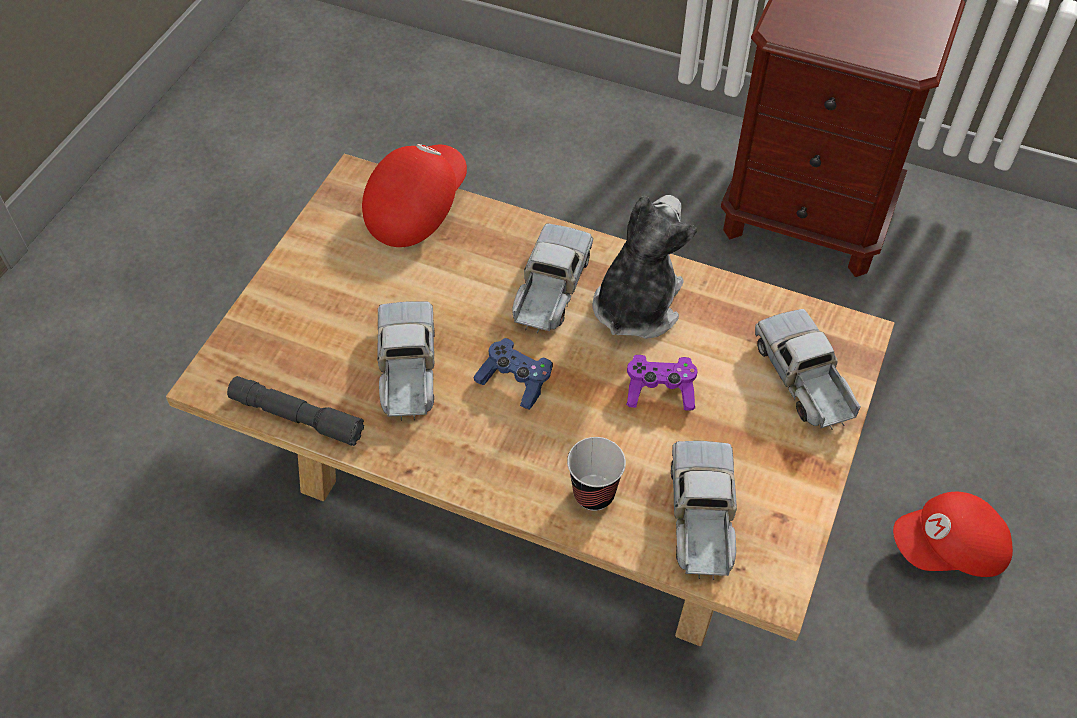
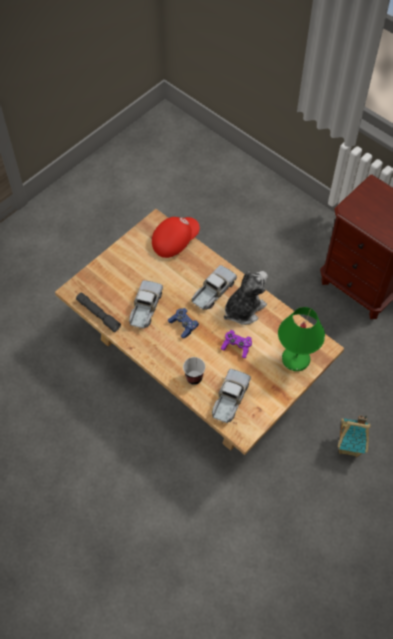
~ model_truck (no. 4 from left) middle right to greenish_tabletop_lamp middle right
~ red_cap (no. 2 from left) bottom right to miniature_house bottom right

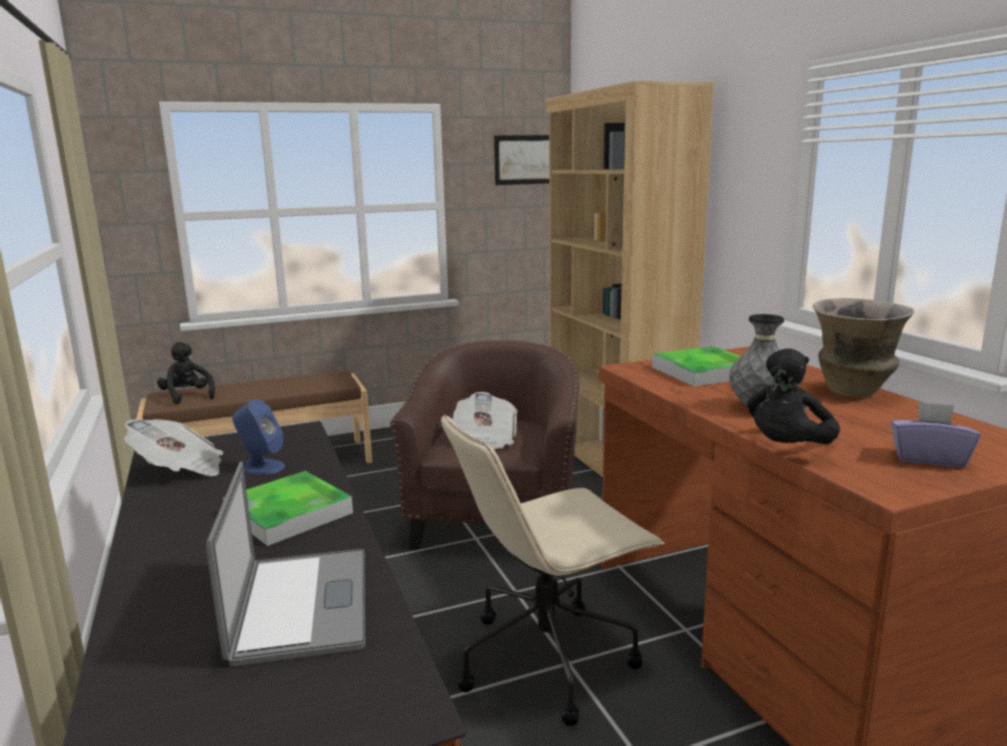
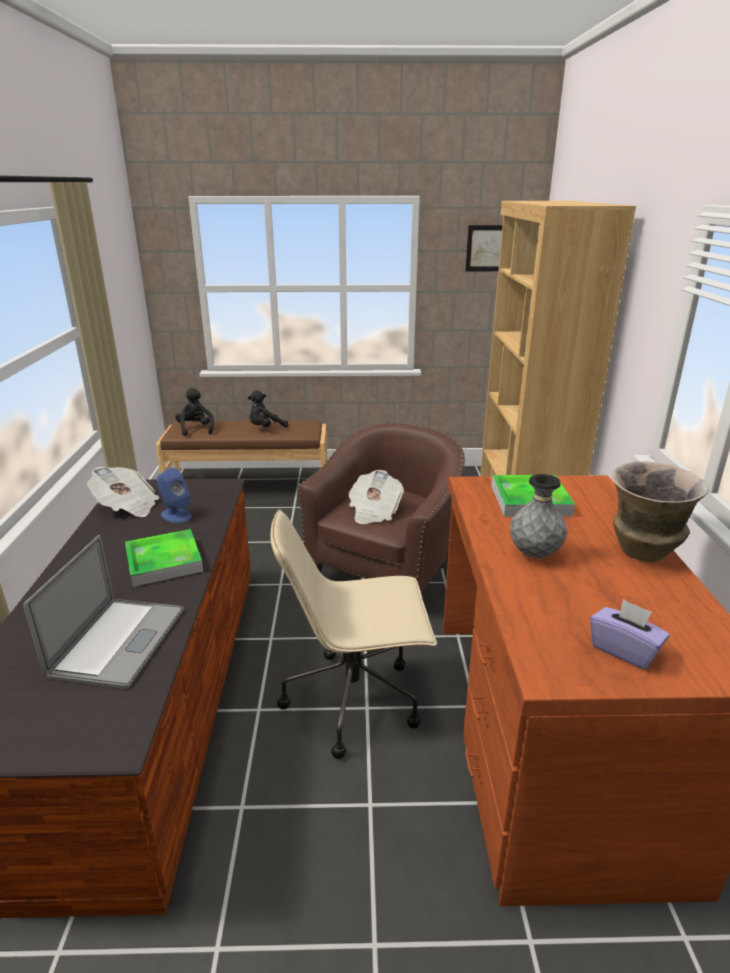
~ black_plush_toy (no. 2 from left) middle right to centre

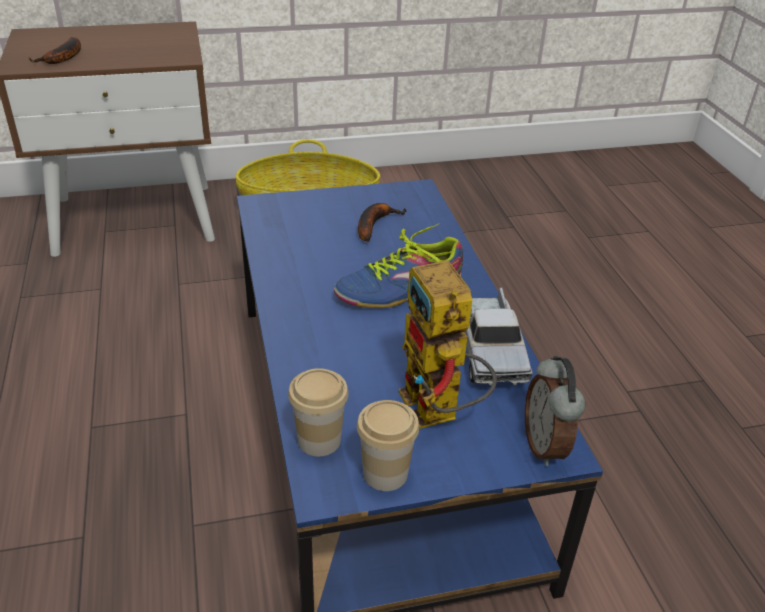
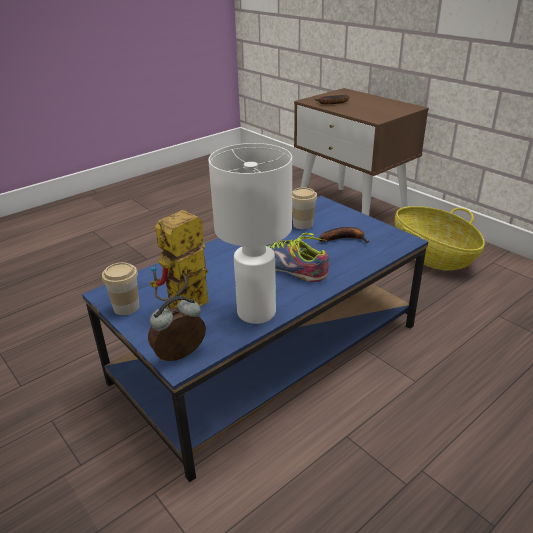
~ model_truck centre to whitish_tabletop_lamp centre
~ small_cup (no. 1 from left in the first image) bottom centre to small_cup (no. 2 from left) centre

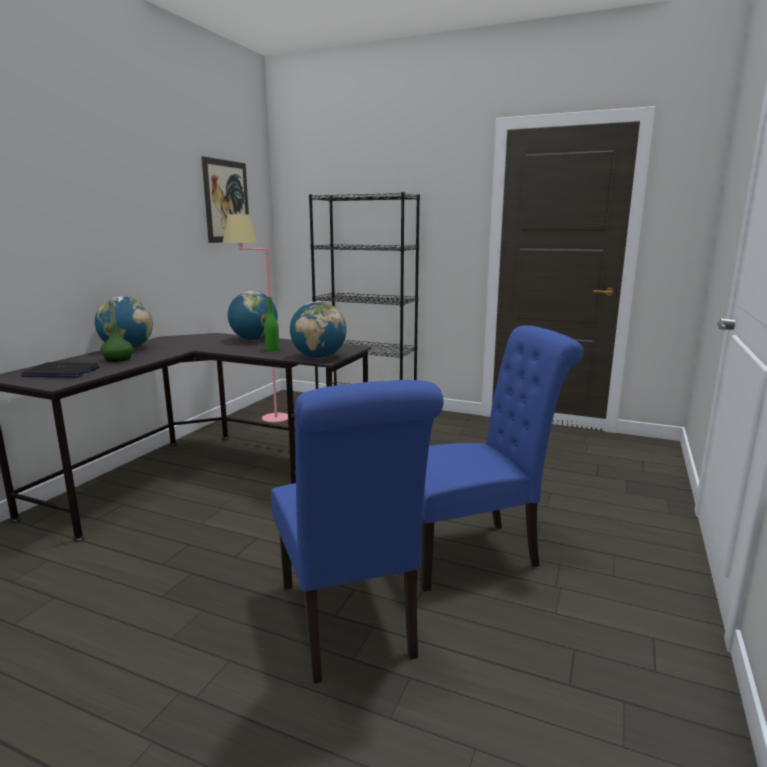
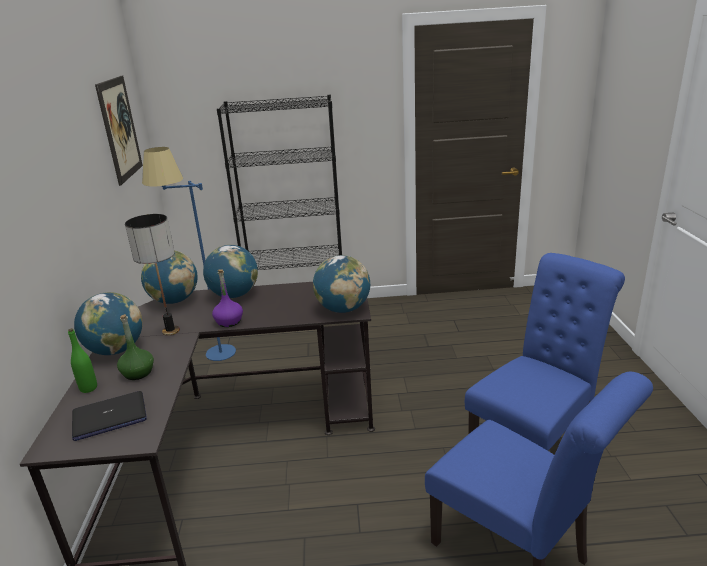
~ pink-coloured_standard_lamp middle left to blue_standard_lamp middle left
~ greenish_bottle (no. 2 from left in the first image) centre to greenish_bottle (no. 1 from left) middle left
+ tabletop_lamp middle left
+ desk_globe (no. 2 from left) middle left
+ purple-coloured_bottle middle left

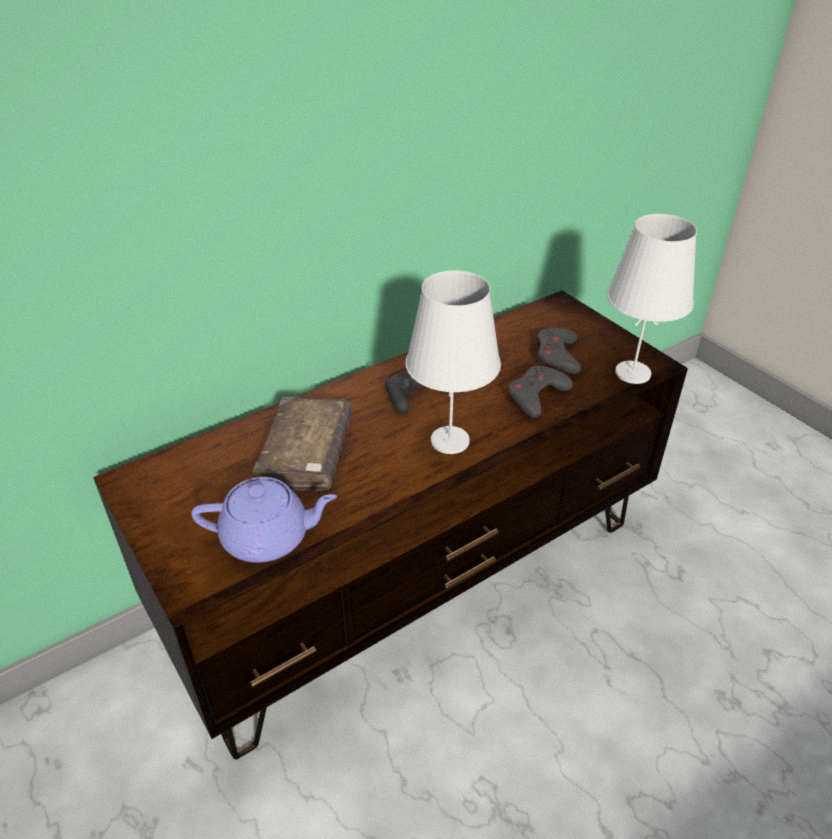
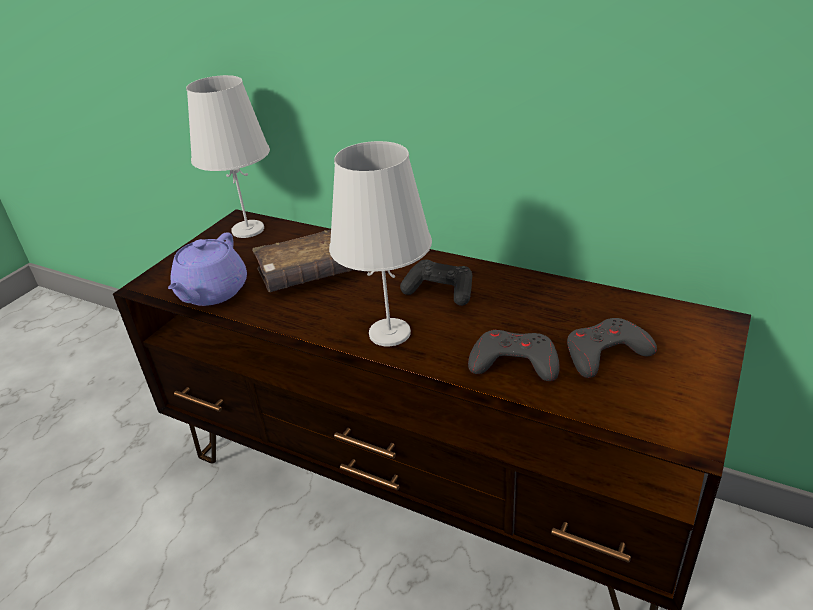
~ whitish_tabletop_lamp (no. 2 from left in the first image) middle right to whitish_tabletop_lamp (no. 1 from left) top left
~ purple-coloured_teapot middle left = middle left 45 degrees clockwise

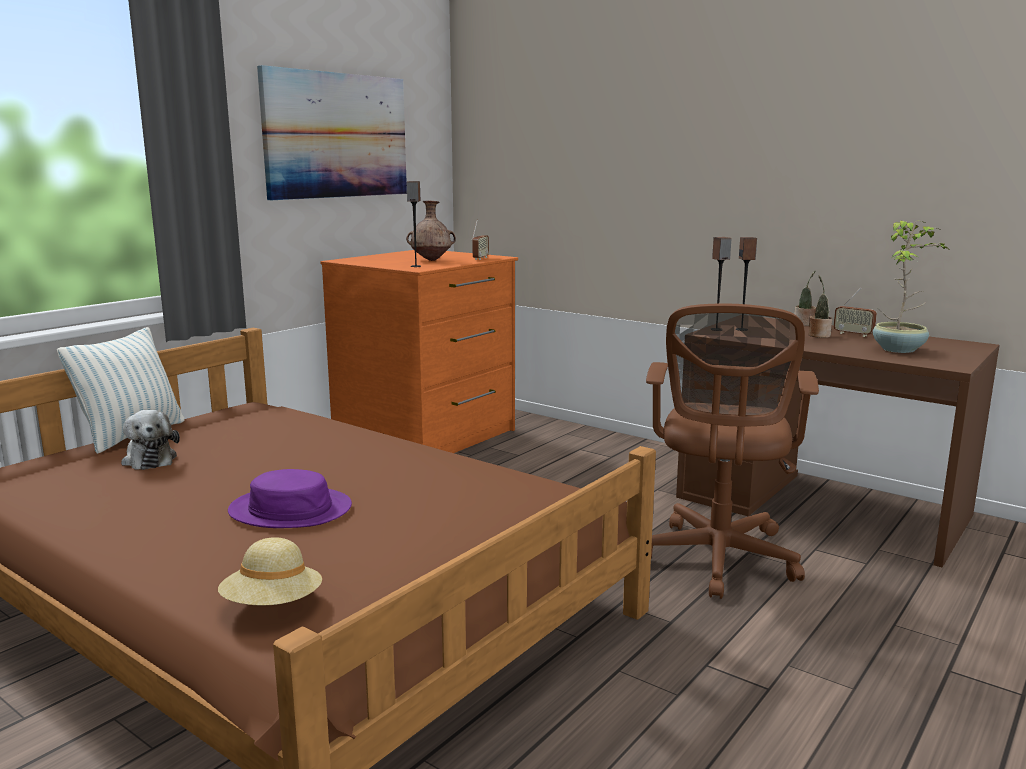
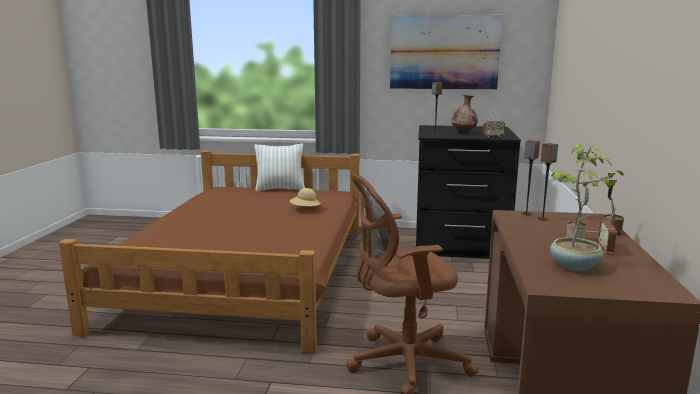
~ orange-coloured_dresser centre to black_dresser middle right
- plush_toy middle left
- purple-coloured_clothing_hat middle left
~ sand-coloured_clothing_hat bottom left to centre

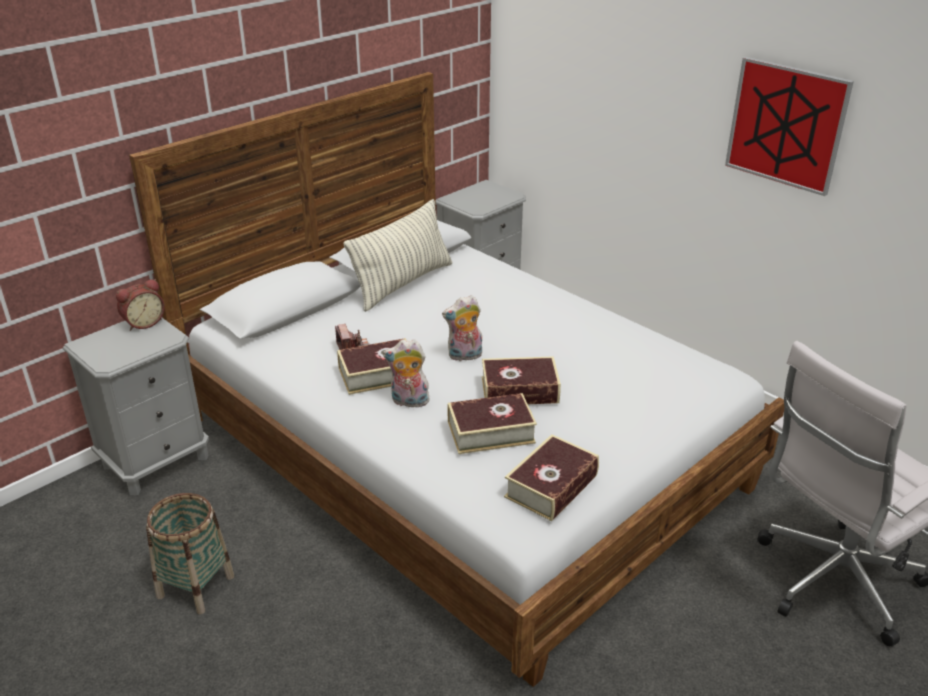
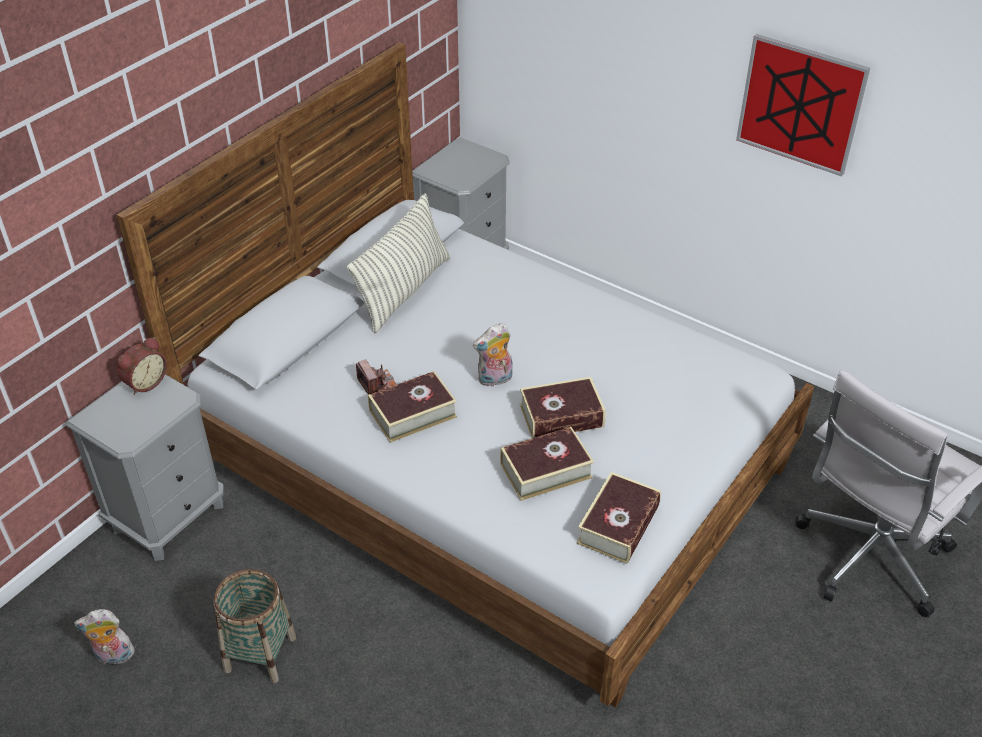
~ plush_toy (no. 1 from left) centre to bottom left

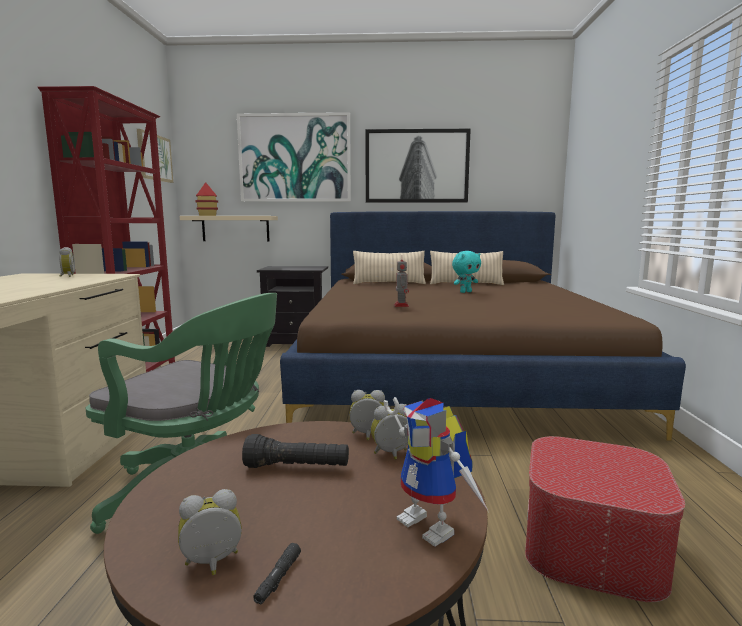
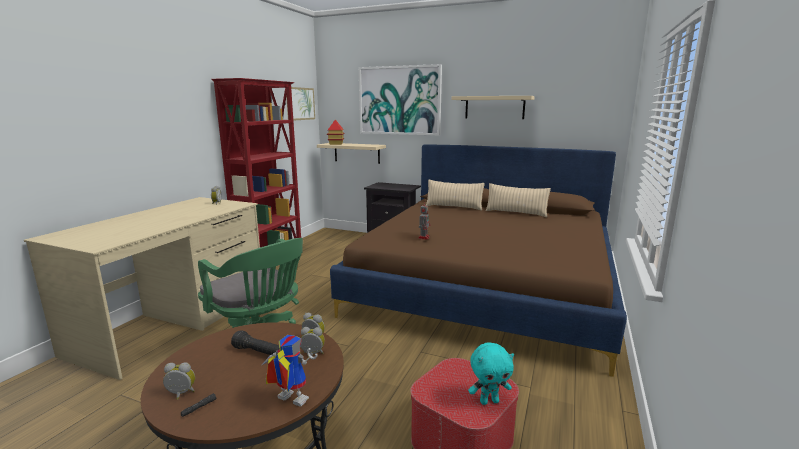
~ picture (no. 3 from left) top centre to sand-coloured_bracket_shelf (no. 2 from left) top centre
~ blue-green_plush_toy centre to bottom centre
~ robot_figure (no. 2 from left in the first image) bottom centre = bottom centre 135 degrees clockwise

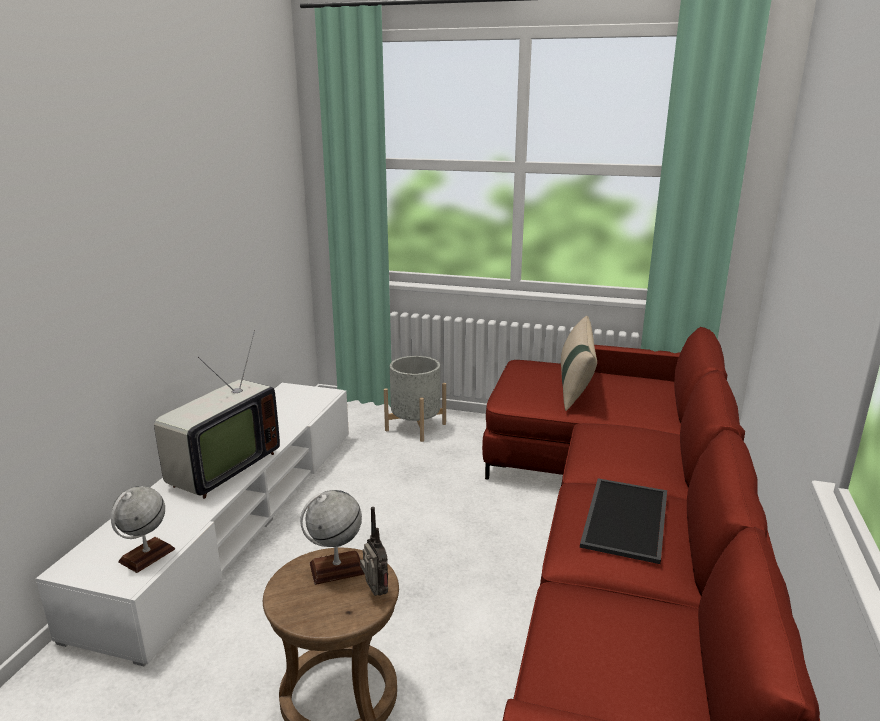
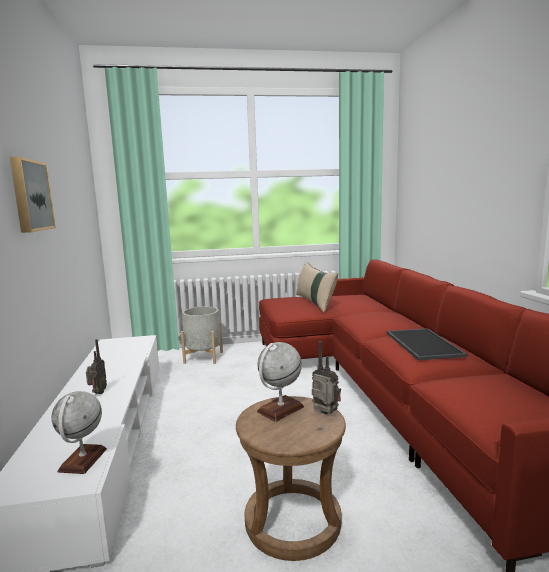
~ television middle left to radio_receiver (no. 1 from left) middle left
+ picture middle left

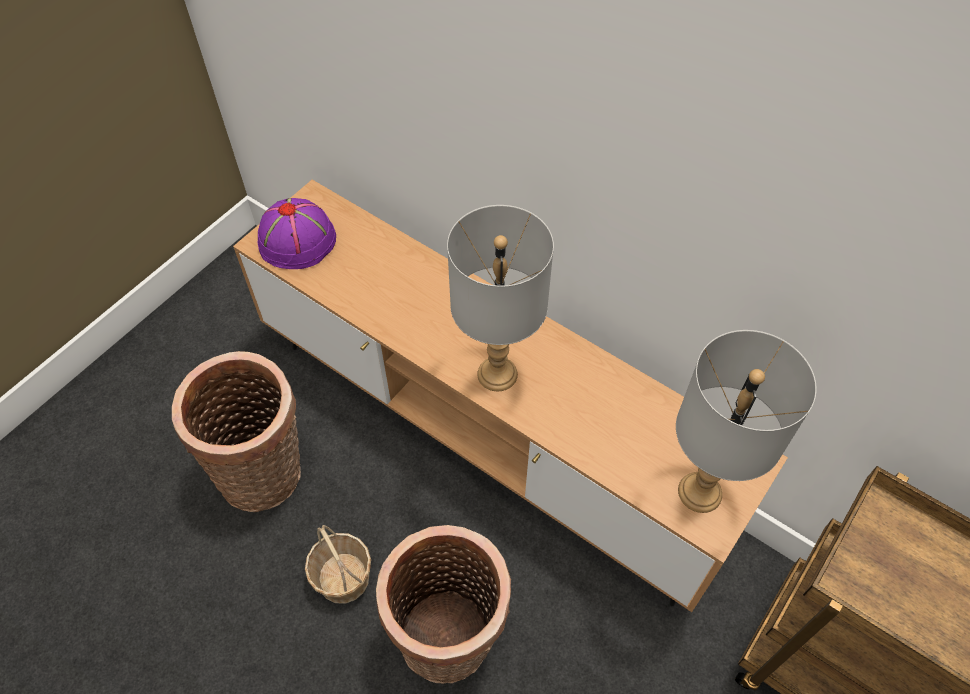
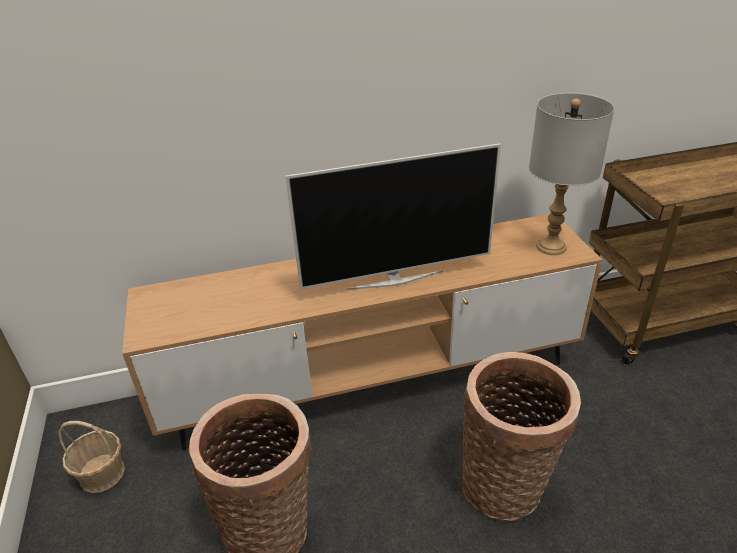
- purple-coloured_clothing_hat middle left
~ grey_tabletop_lamp (no. 1 from left) centre to television centre
~ basket (no. 2 from left in the first image) bottom centre to basket (no. 1 from left) bottom left

